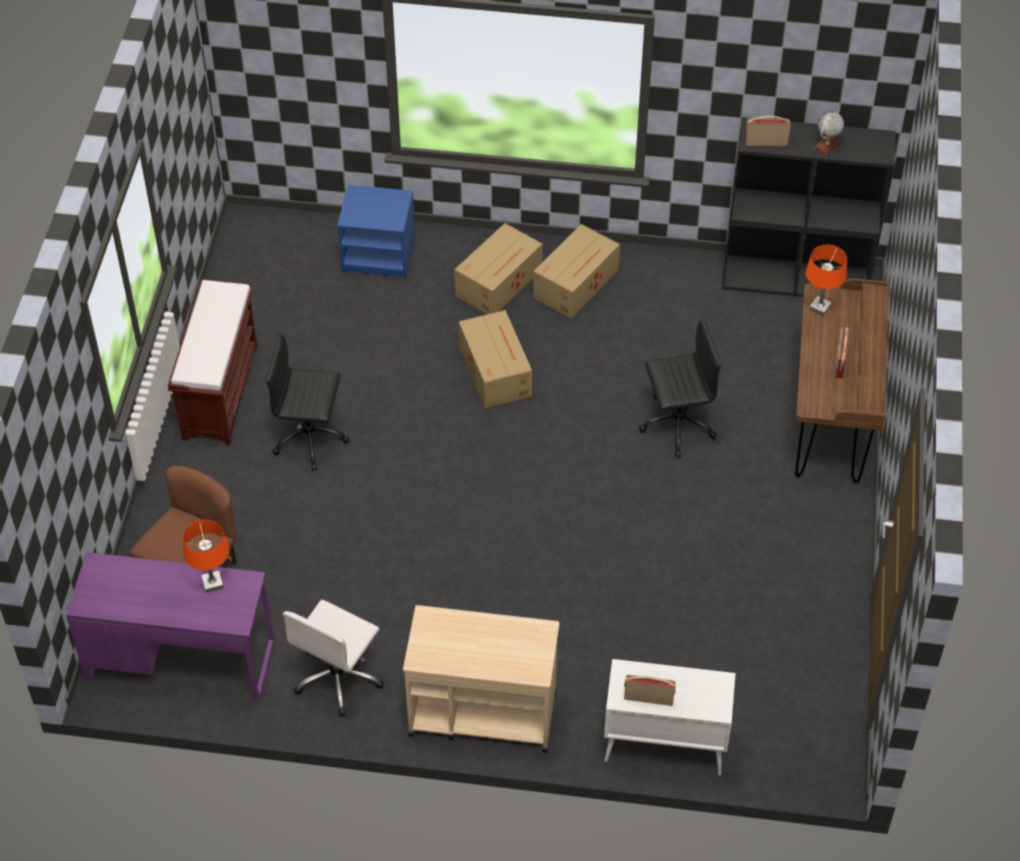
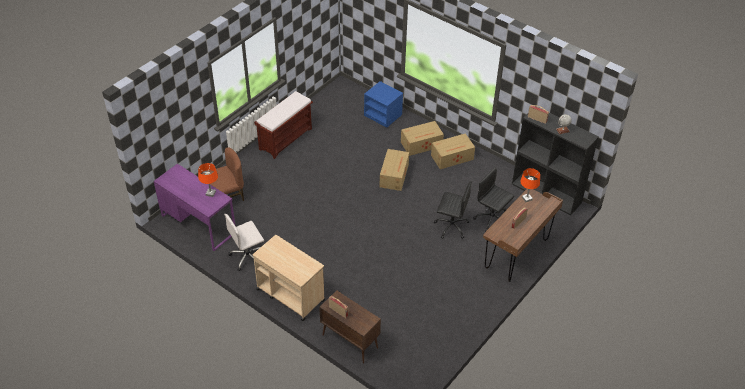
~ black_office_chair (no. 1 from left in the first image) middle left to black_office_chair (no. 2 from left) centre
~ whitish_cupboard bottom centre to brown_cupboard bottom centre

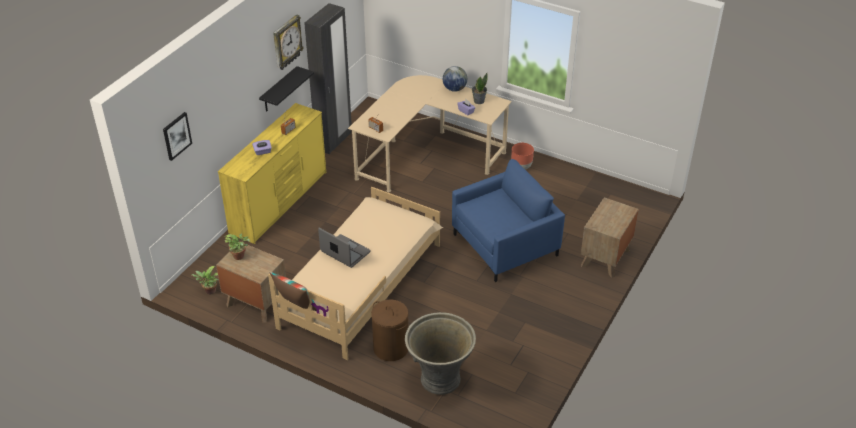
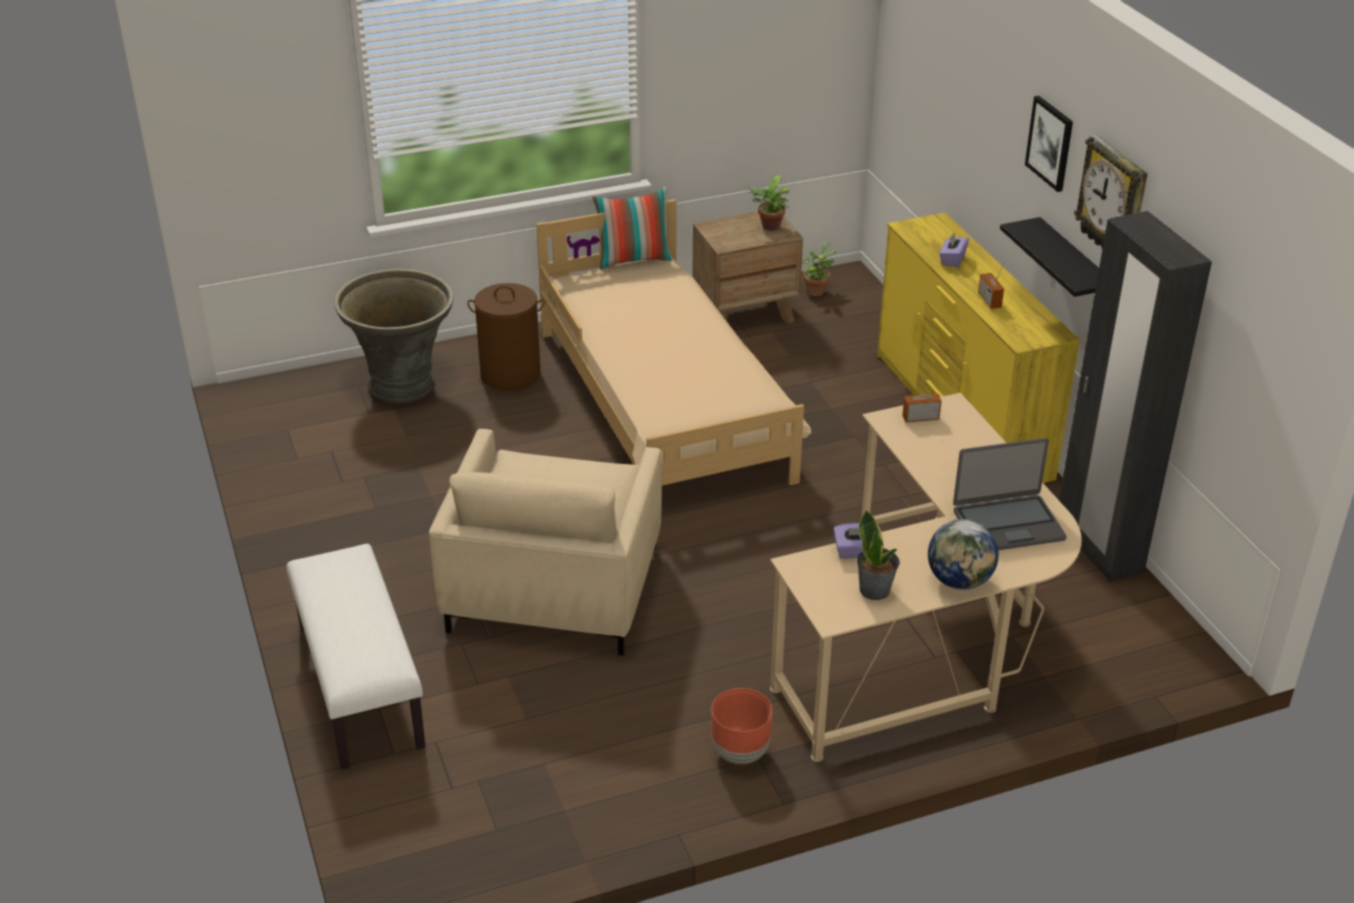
~ picture top left to top right
~ blue_armchair centre to sand-coloured_armchair centre
~ brown_bedside_table (no. 2 from left) middle right to whitish_indoor_bench bottom left
~ notebook_computer centre to middle right

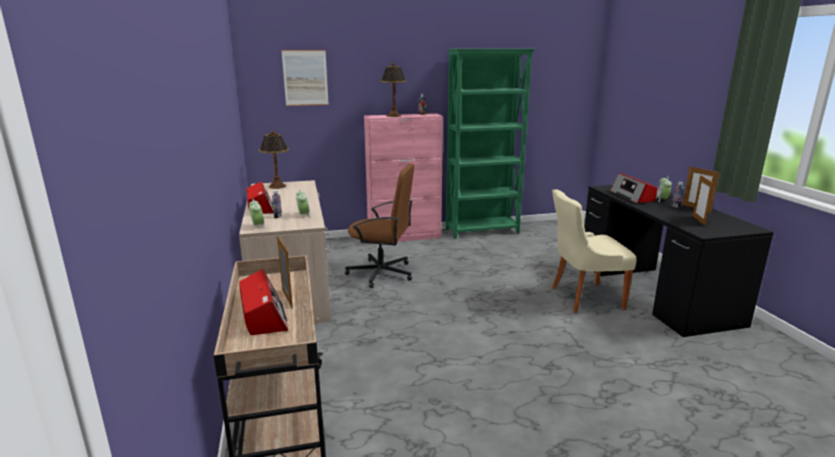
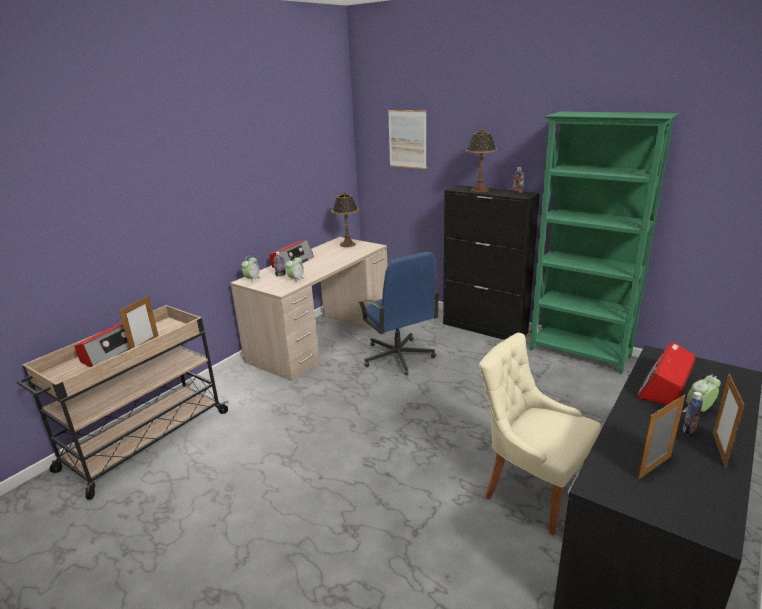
~ pink-coloured_cupboard centre to black_cupboard centre
~ brown_office_chair centre to blue_office_chair centre

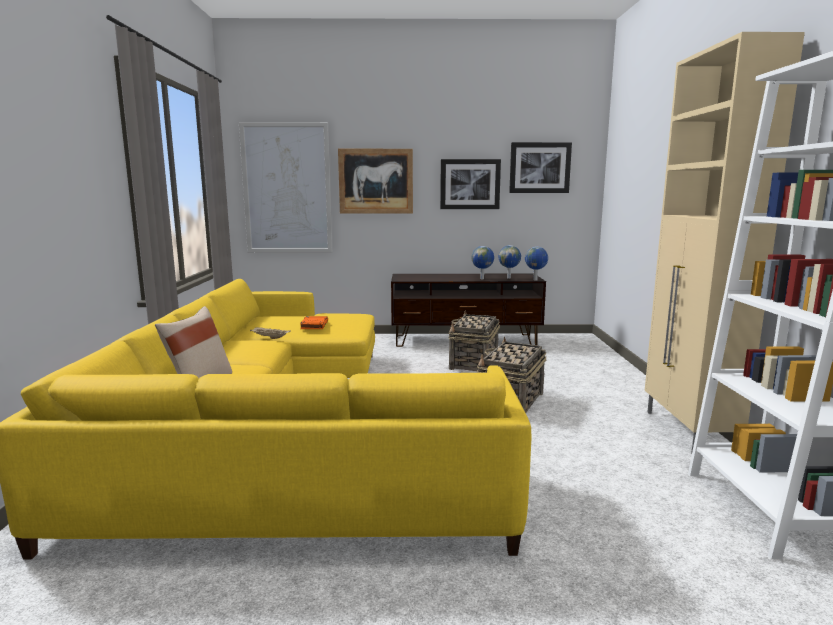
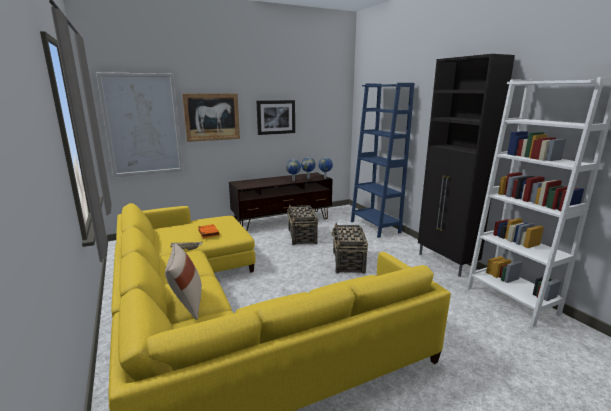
~ sand-coloured_cupboard middle right to black_cupboard middle right
- picture (no. 4 from left) top centre
+ blue_shelving_unit centre

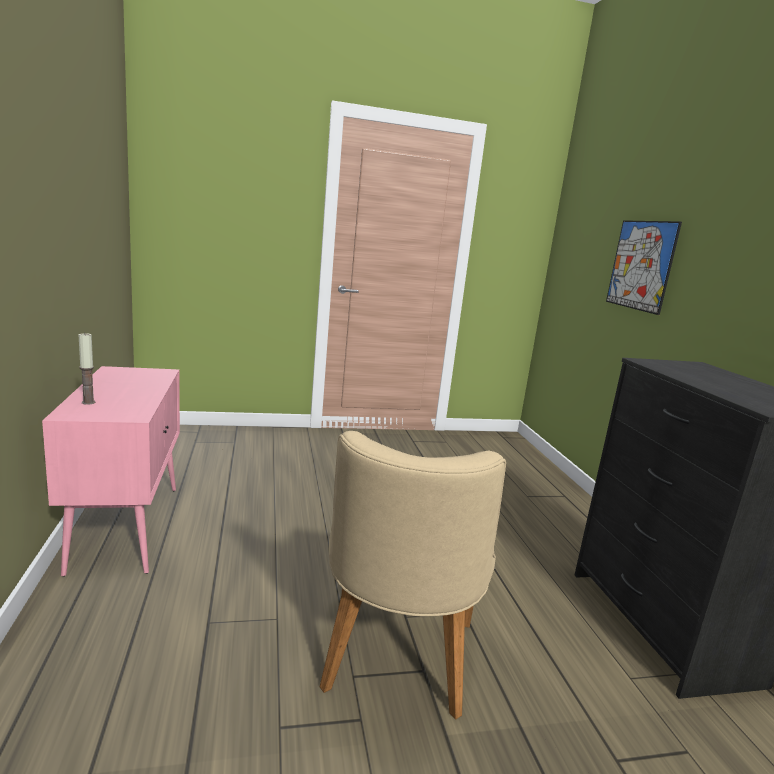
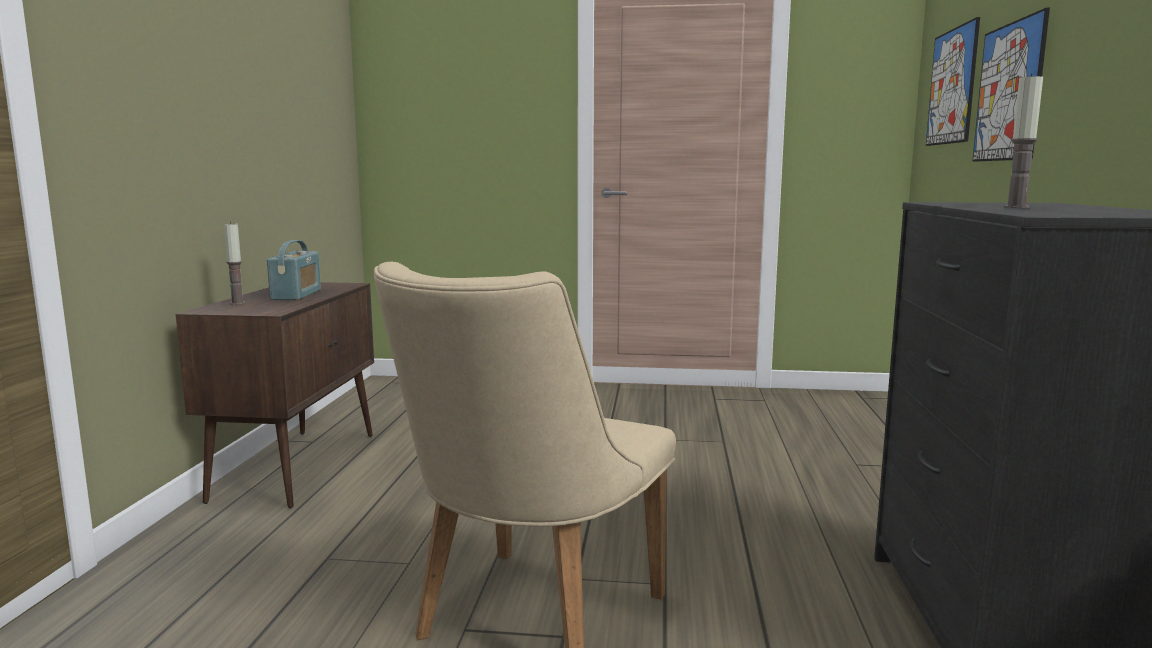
~ pink-coloured_cupboard middle left to brown_cupboard middle left
+ picture (no. 1 from left) top right
+ wax_candle (no. 2 from left) top right
+ radio_receiver middle left

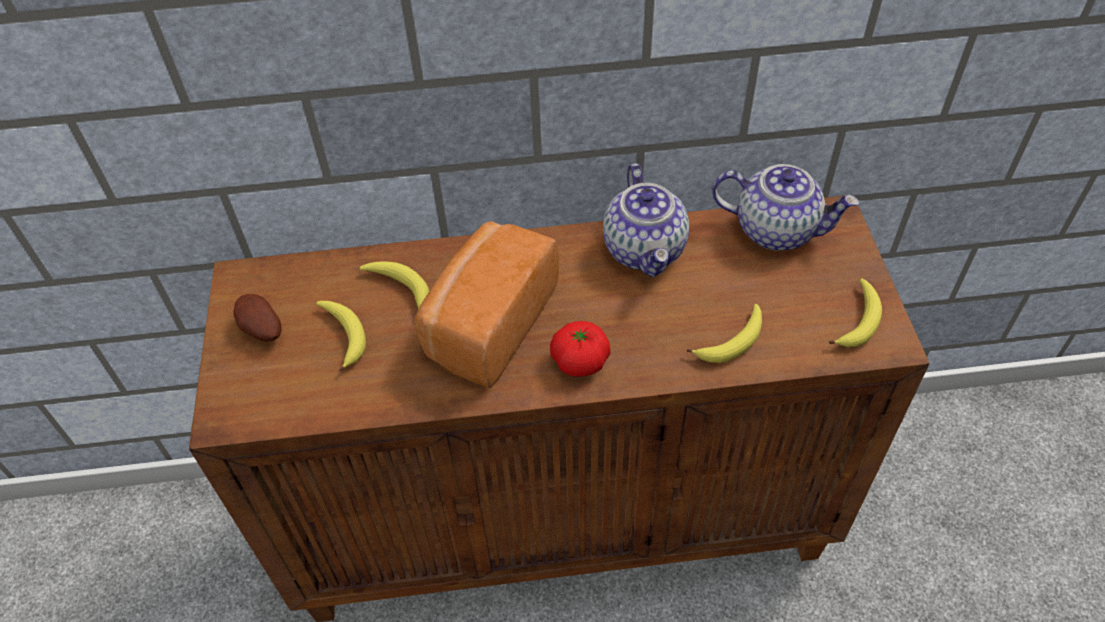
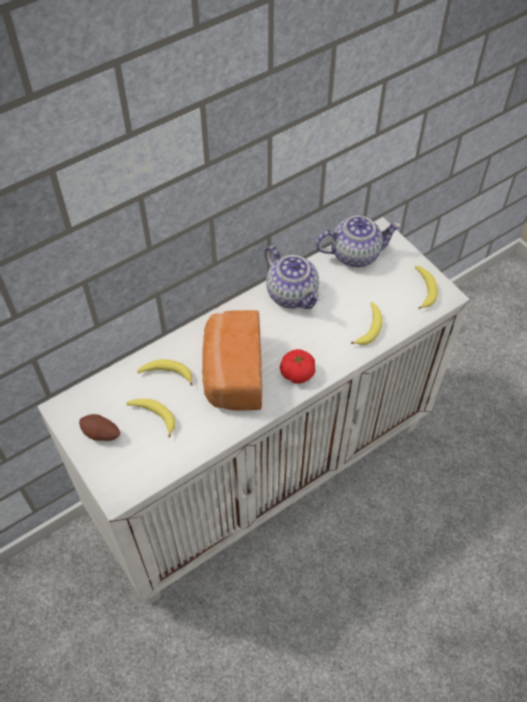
~ brown_cupboard centre to whitish_cupboard centre

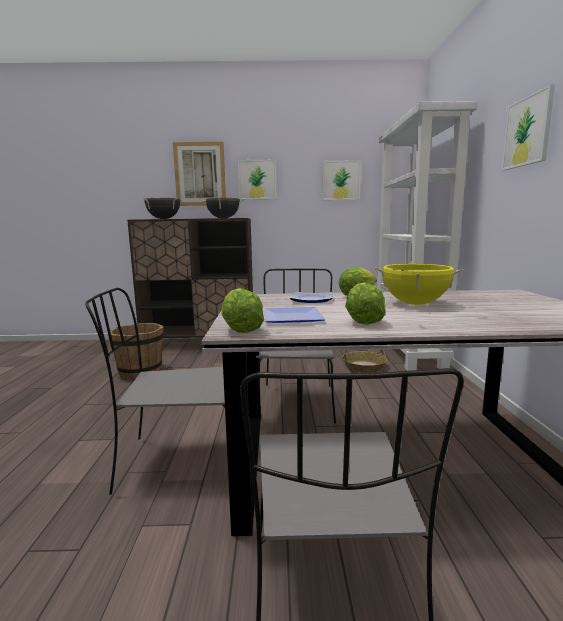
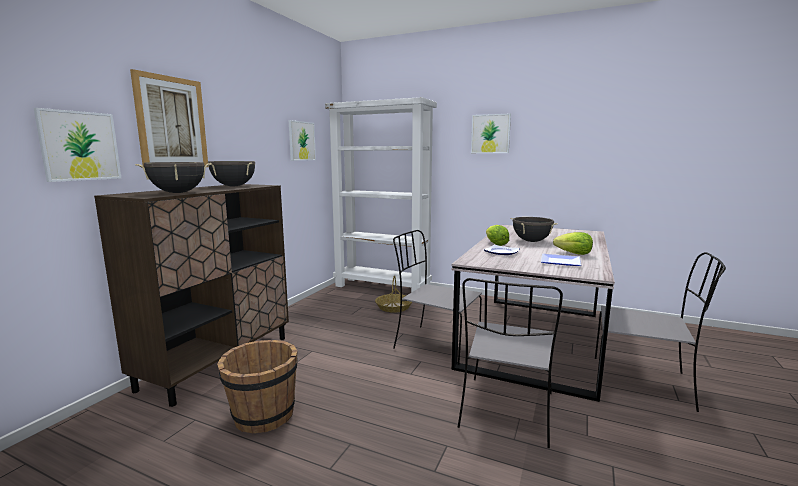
~ picture (no. 2 from left in the first image) top centre to picture (no. 1 from left) top left
~ yellow-coloured_stockpot middle right to black_stockpot (no. 3 from left) middle right
- lettuce (no. 1 from left) centre

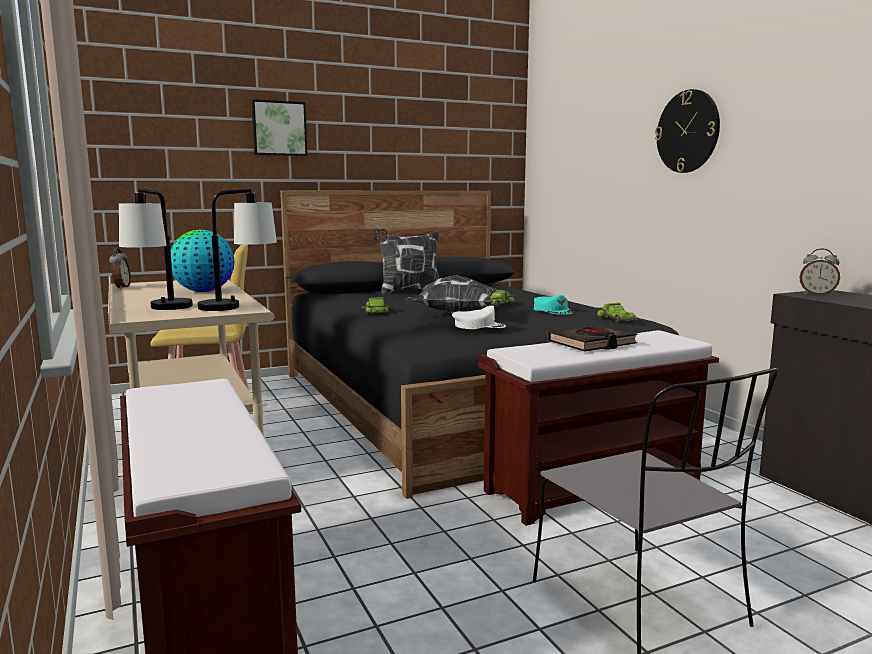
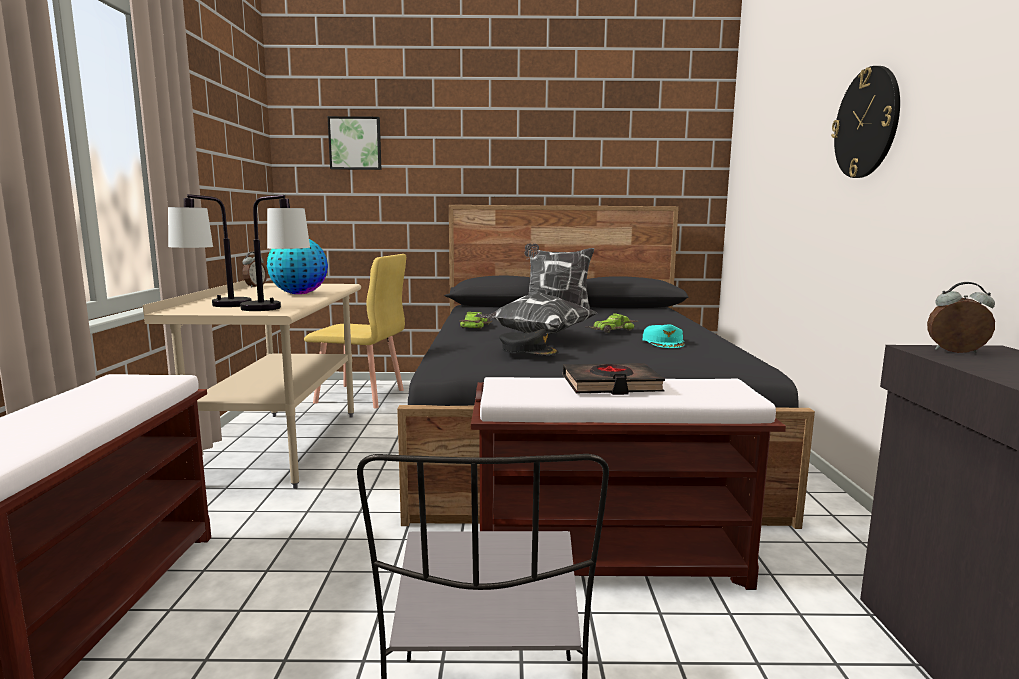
~ picture top left to top centre
~ alarm_clock (no. 2 from left) middle right = middle right 150 degrees clockwise
- toy_car (no. 3 from left) middle right
~ whitish_cap centre to black_cap centre

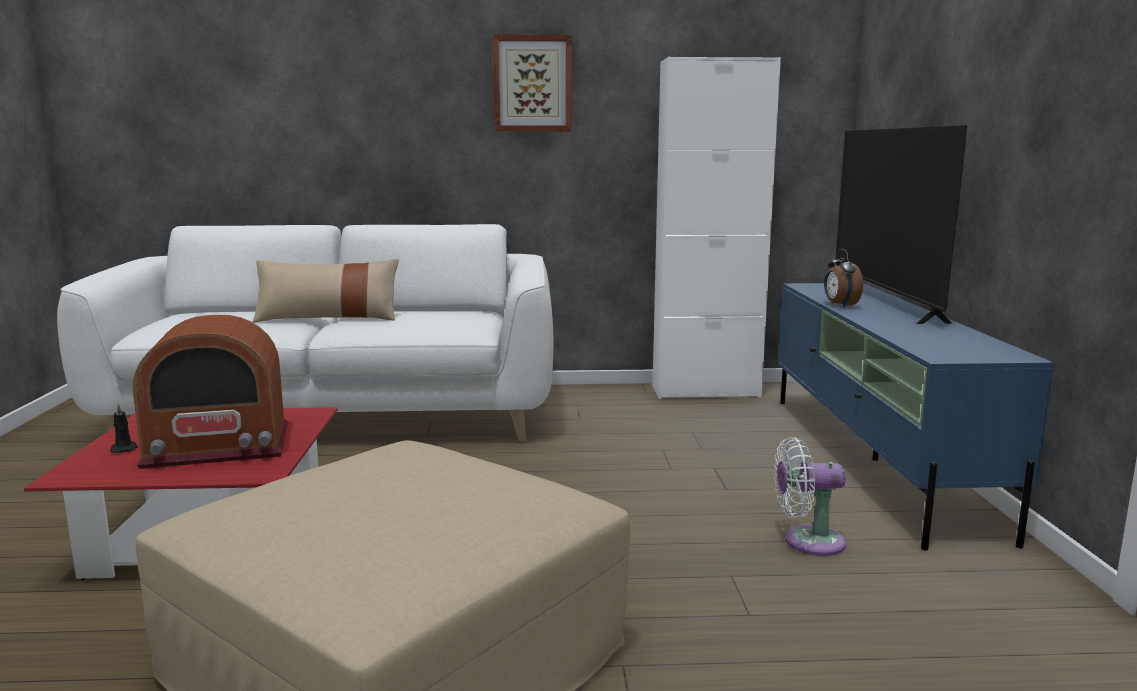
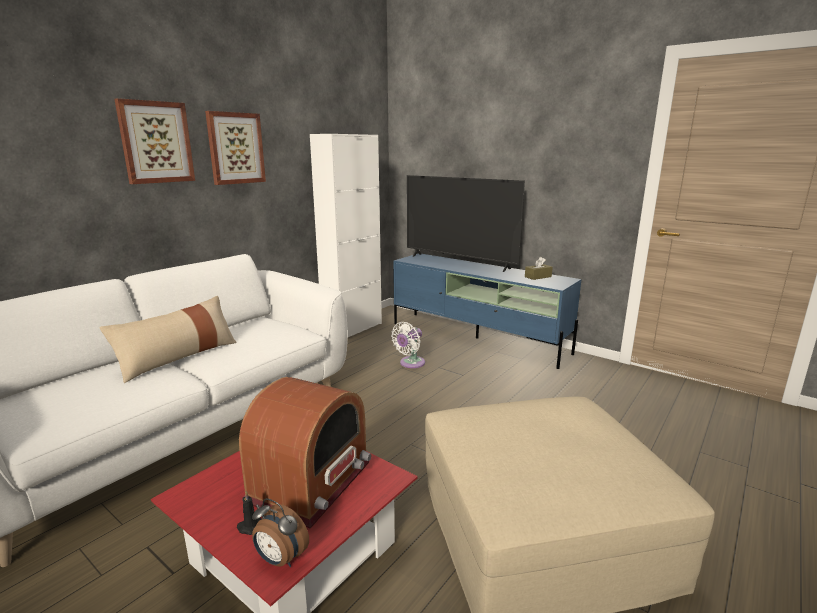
~ alarm_clock middle right to bottom centre
~ whitish_fan bottom right to centre
+ picture (no. 1 from left) top left
+ brown_box_of_tissues centre

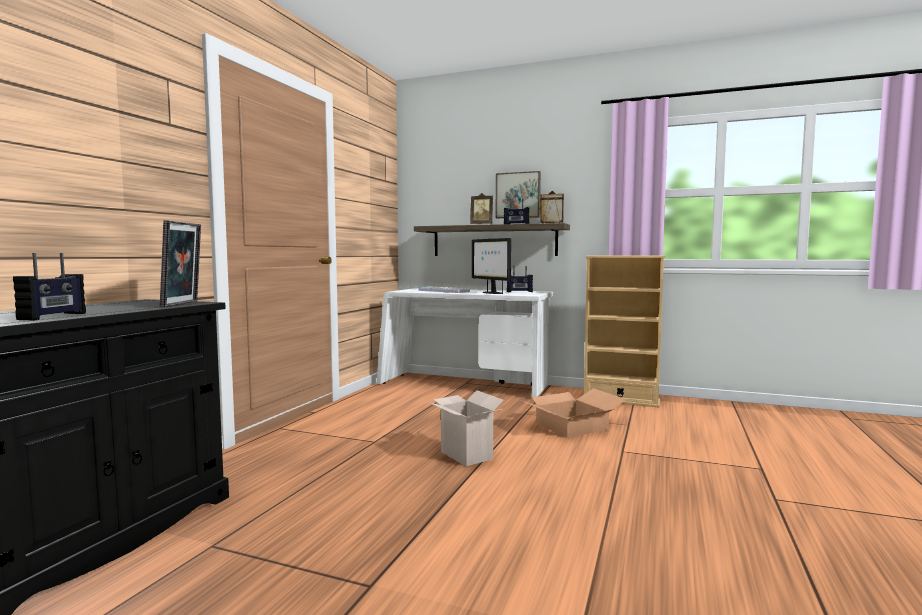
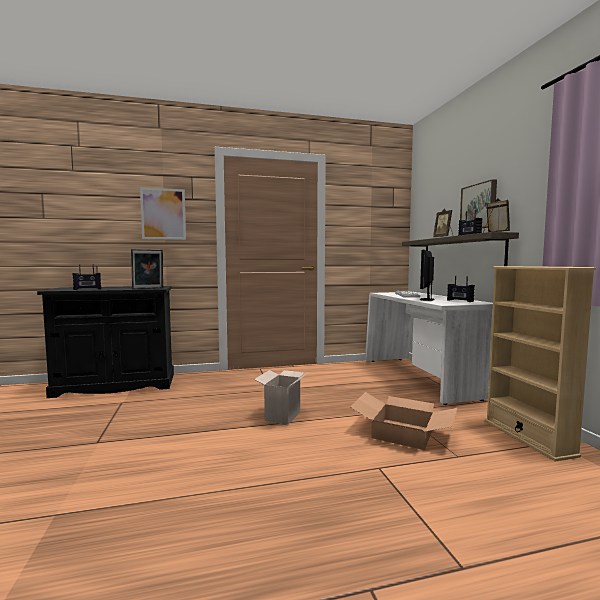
+ picture (no. 1 from left) middle left

